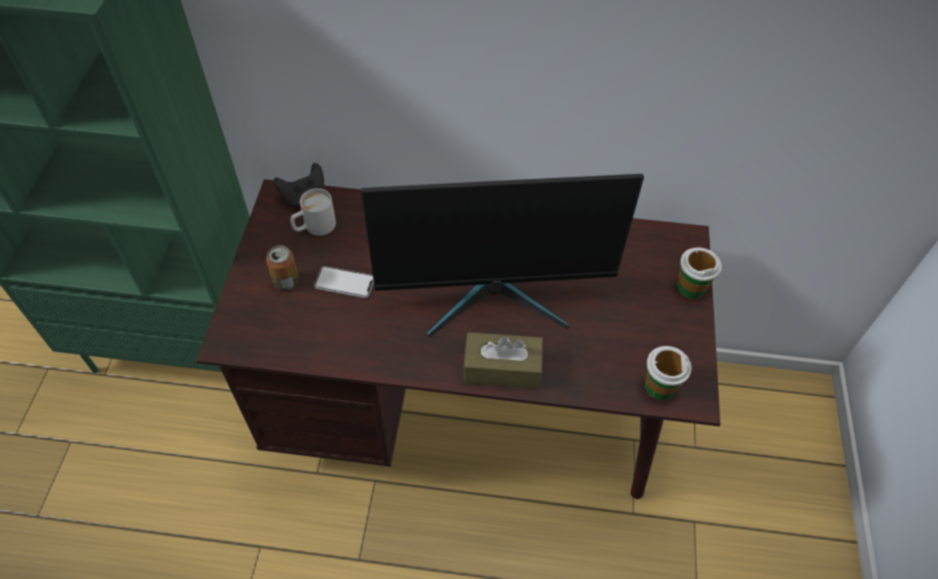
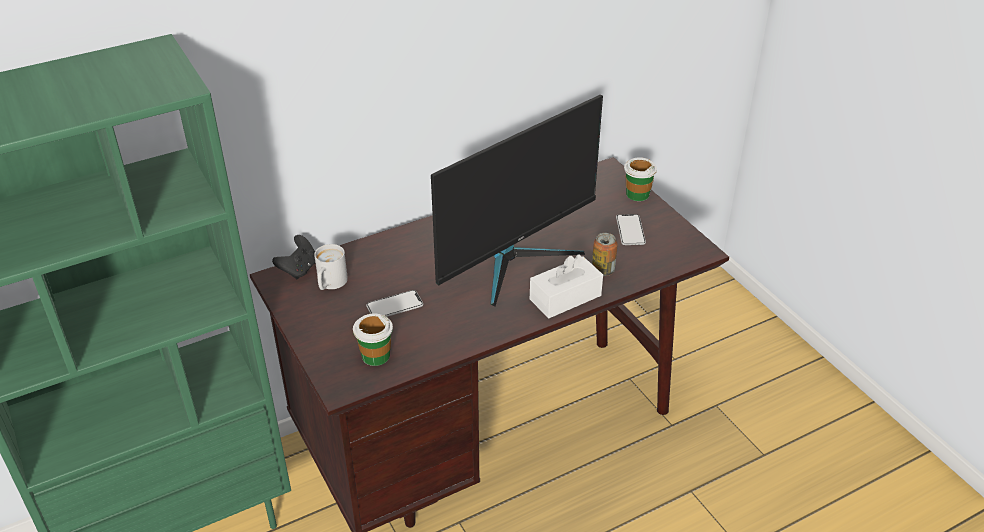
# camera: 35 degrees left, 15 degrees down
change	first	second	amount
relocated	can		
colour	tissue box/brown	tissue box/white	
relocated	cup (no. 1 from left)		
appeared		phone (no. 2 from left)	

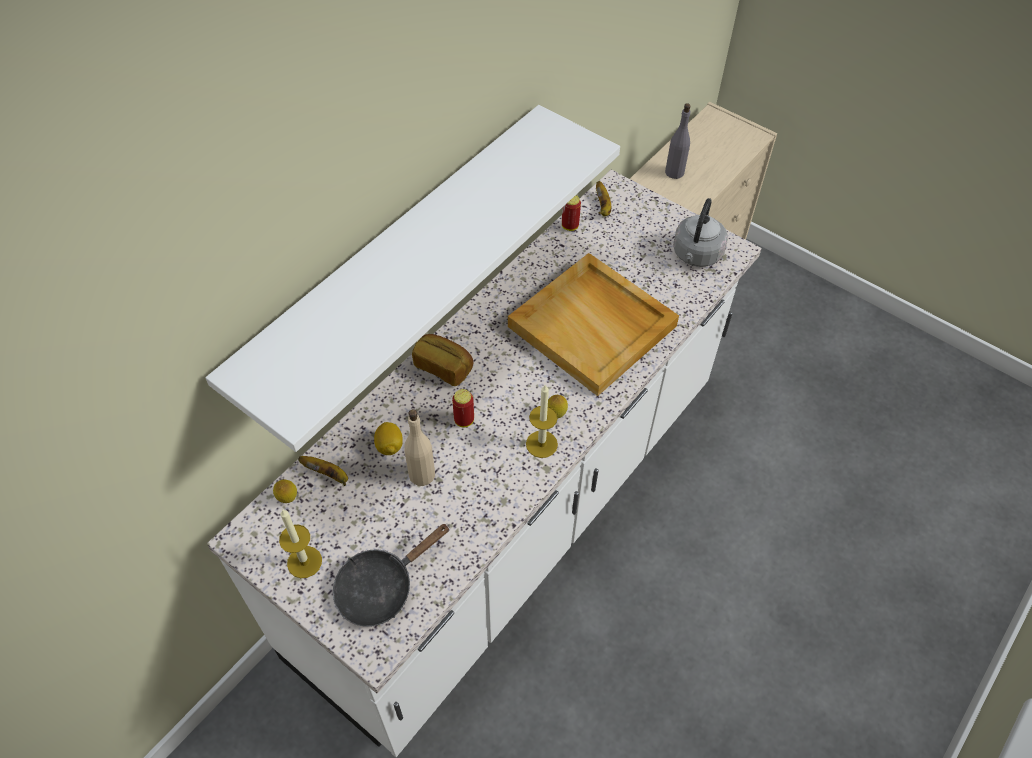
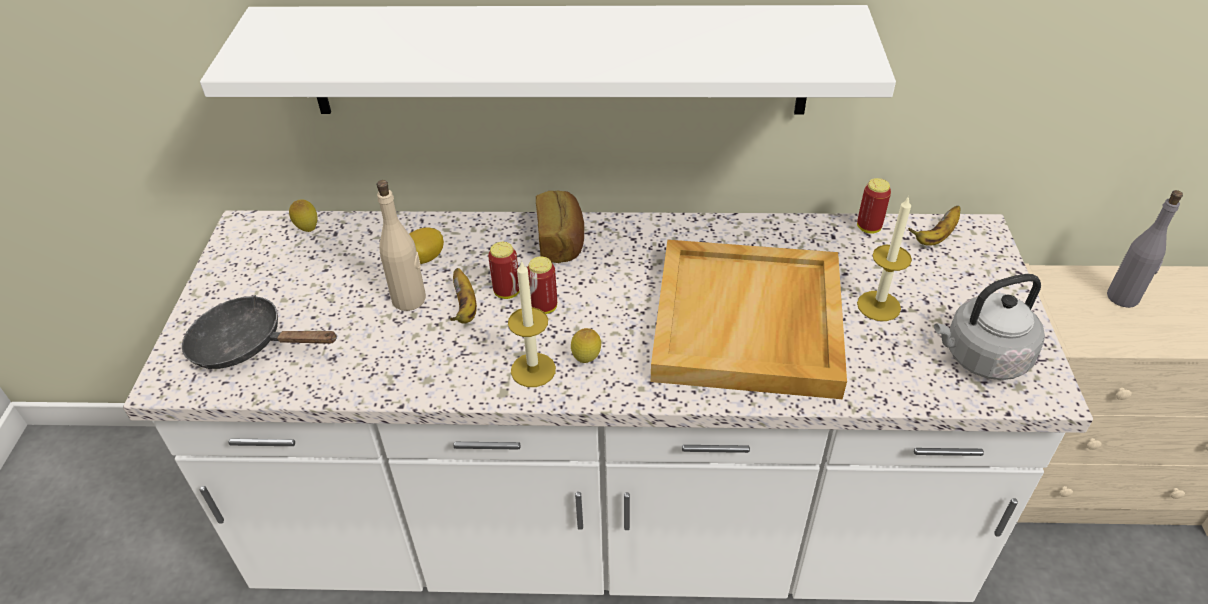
# camera: 55 degrees right, 10 degrees down
change	first	second	amount
relocated	candle (no. 1 from left in the first image)	candle (no. 2 from left)	
relocated	banana (no. 1 from left)		
appeared		can (no. 2 from left)	

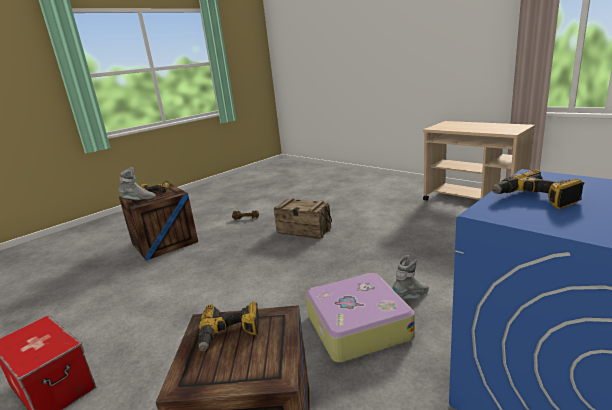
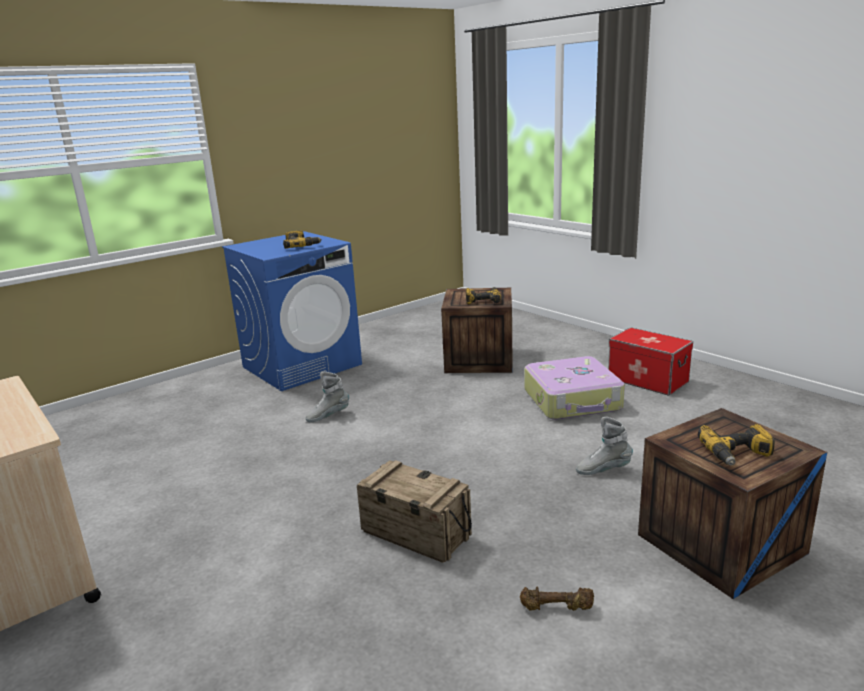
# camera: 175 degrees left, 0 degrees up
change	first	second	amount
relocated	boot/grey (no. 1 from left in the first image)	boot/grey (no. 2 from left)	
relocated	suitcase		

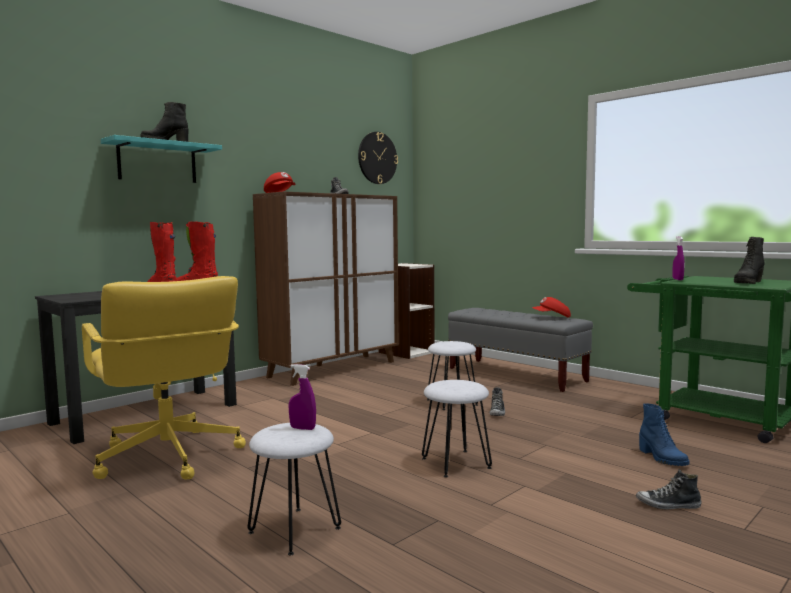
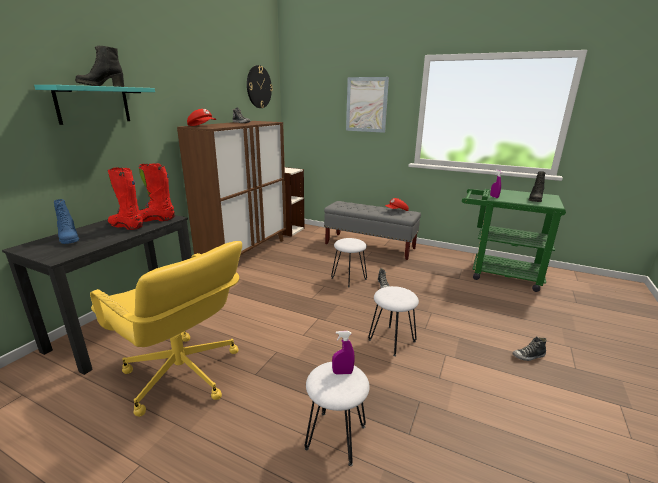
# camera: 20 degrees left, 15 degrees up
change	first	second	amount
relocated	boot/blue		
appeared		picture	

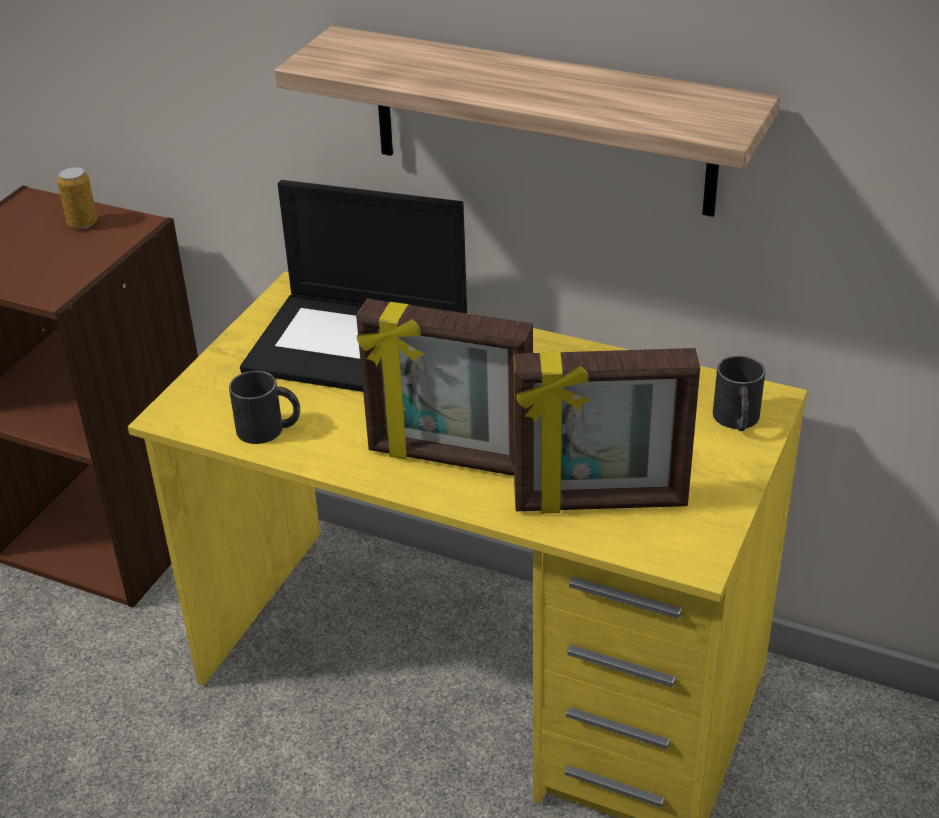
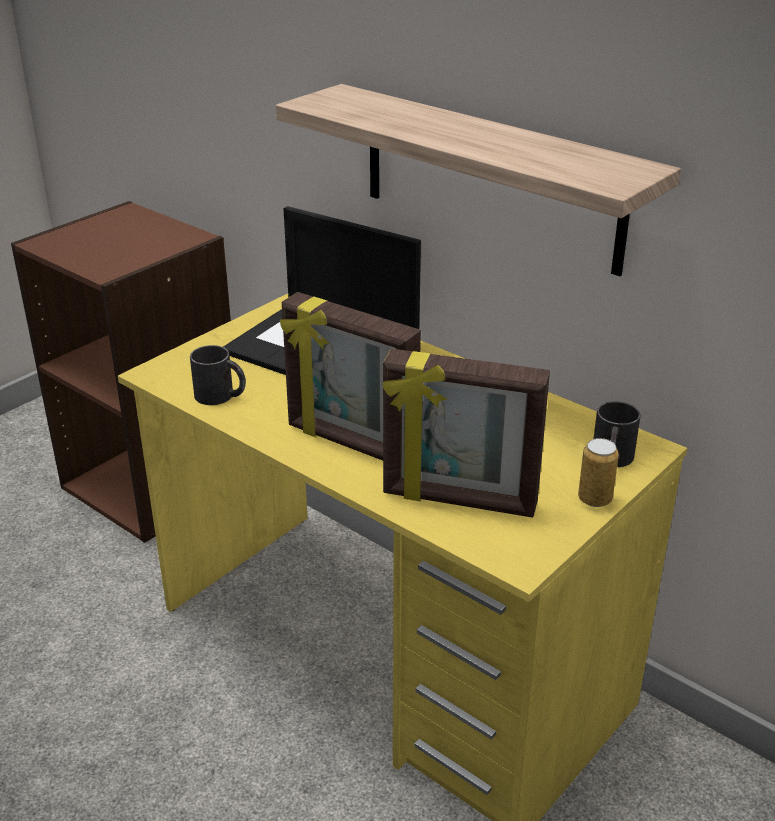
# camera: 15 degrees right, 5 degrees down
change	first	second	amount
relocated	can		

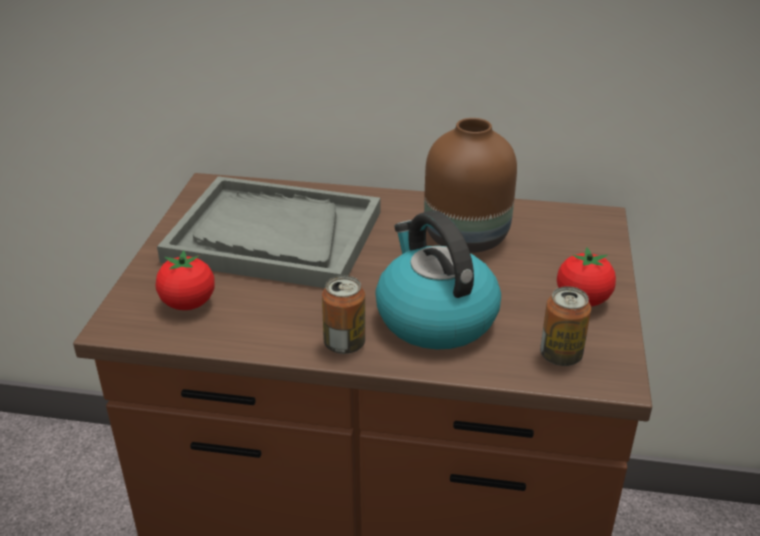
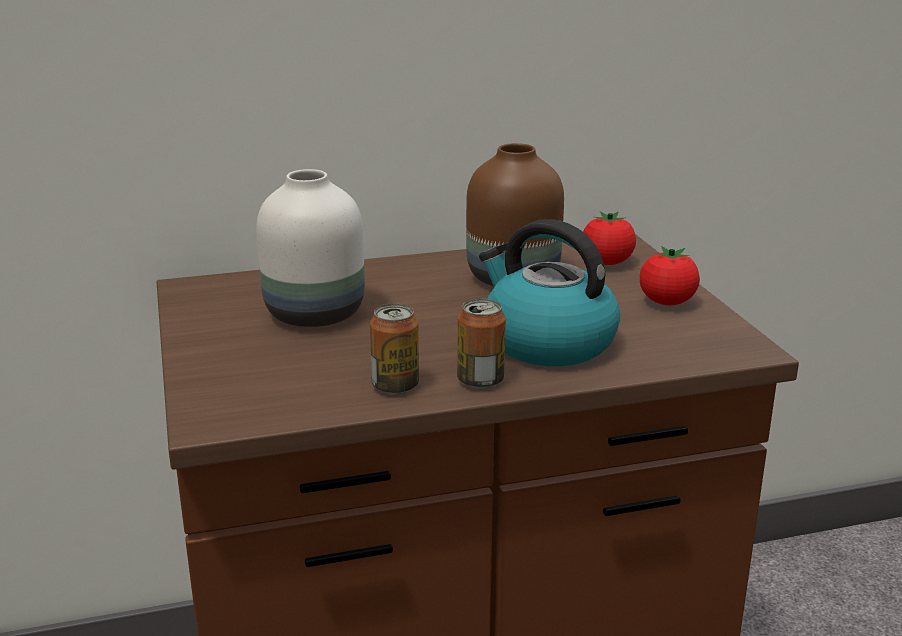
# camera: 25 degrees left, 10 degrees down
change	first	second	amount
relocated	tomato (no. 1 from left)		
exchanged	tray/grey	vase/white	
relocated	can (no. 2 from left in the first image)	can (no. 1 from left)	

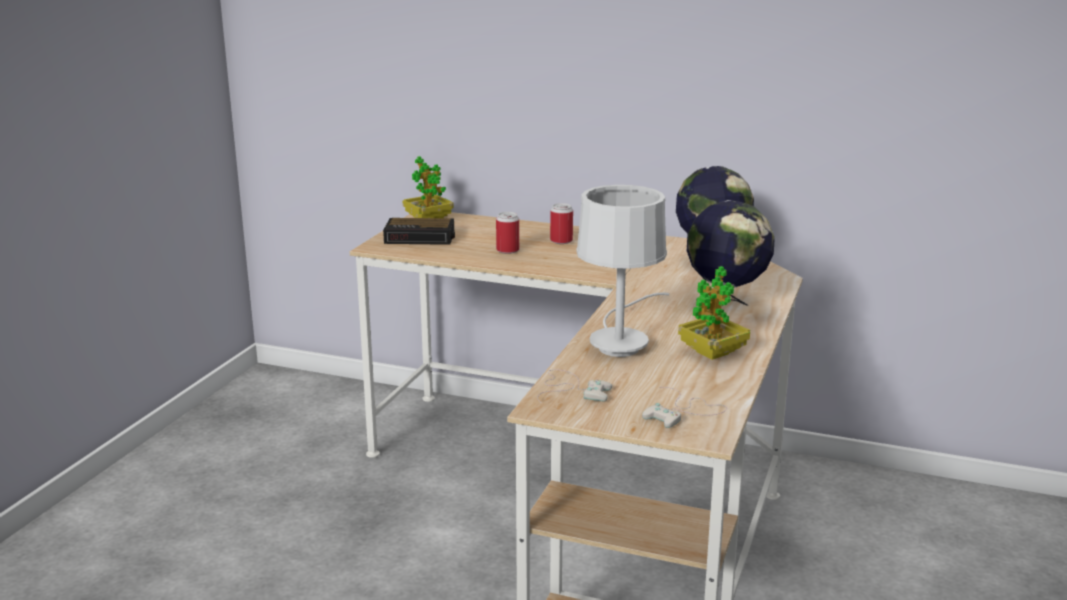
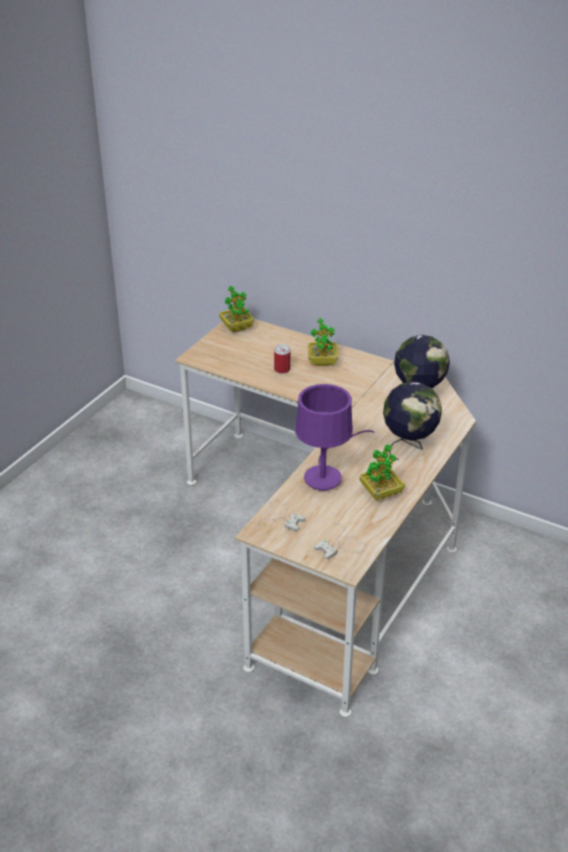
# camera: 10 degrees right, 15 degrees up
change	first	second	amount
missing	alarm clock		
exchanged	can (no. 2 from left)	potted plant (no. 2 from left)	
colour	table lamp/white	table lamp/purple	

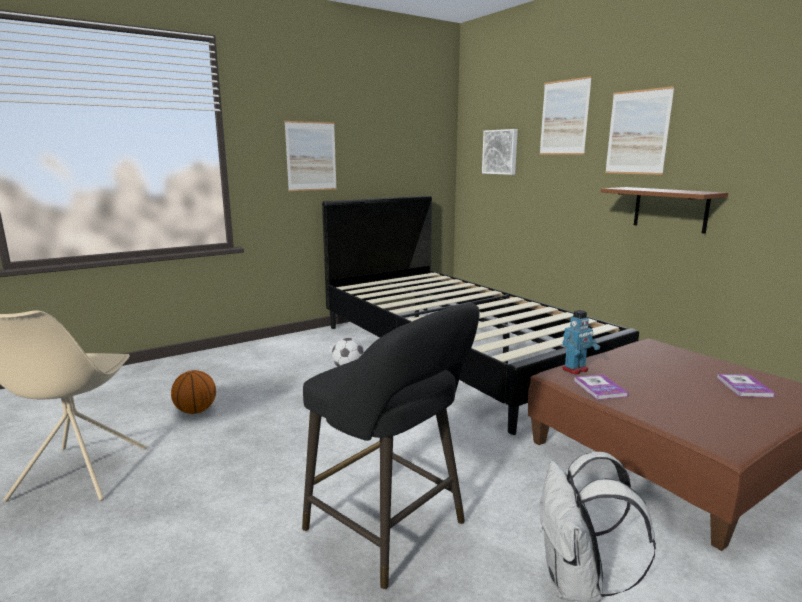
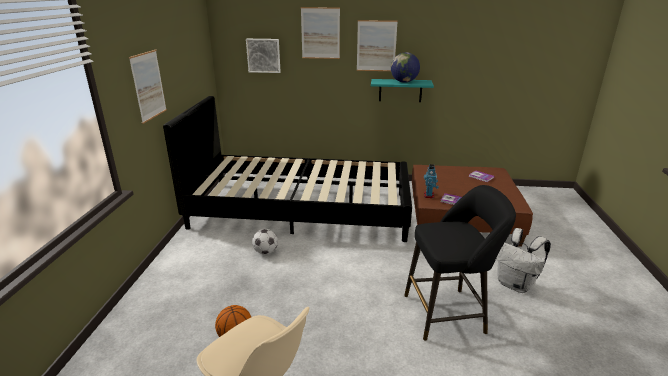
# camera: 50 degrees left, 10 degrees up
change	first	second	amount
colour	shelf/brown	shelf/turquoise	
appeared		globe	

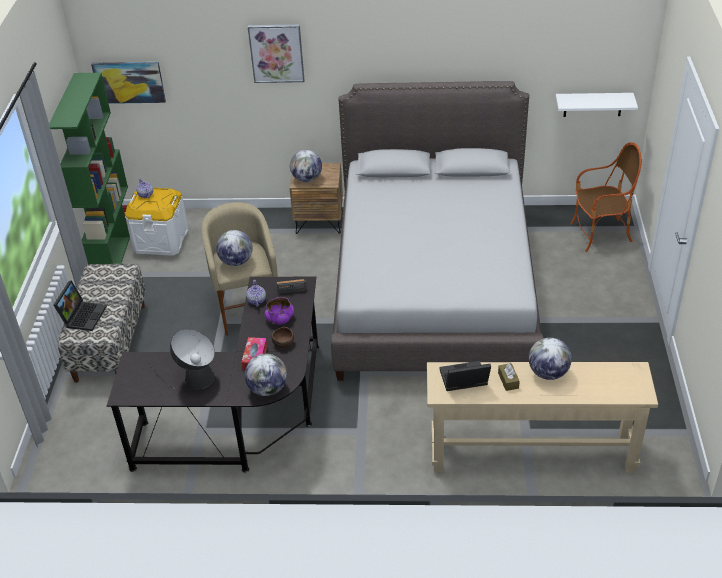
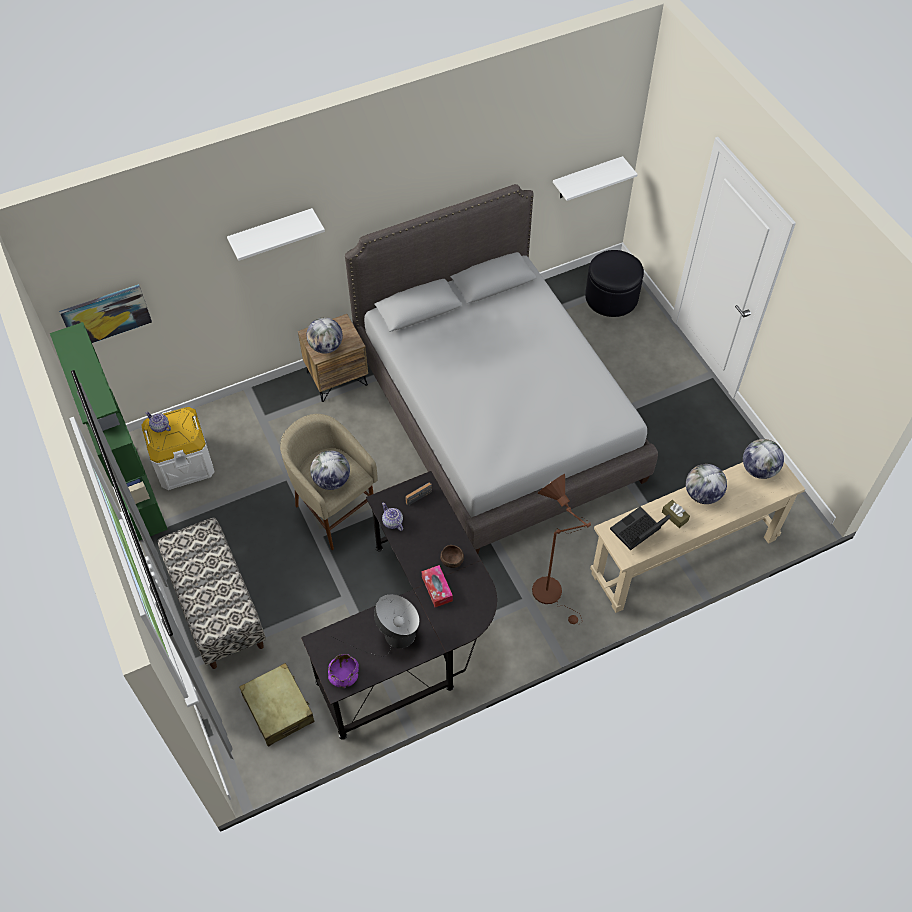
# camera: 30 degrees left, 15 degrees up
change	first	second	amount
missing	laptop (no. 1 from left)		
relocated	globe (no. 2 from left in the first image)	globe (no. 4 from left)	
exchanged	picture (no. 2 from left)	shelf/white (no. 1 from left)	
relocated	bowl/purple		
exchanged	armchair	ottoman/black	
appeared		suitcase/beige	
appeared		floor lamp/brown	

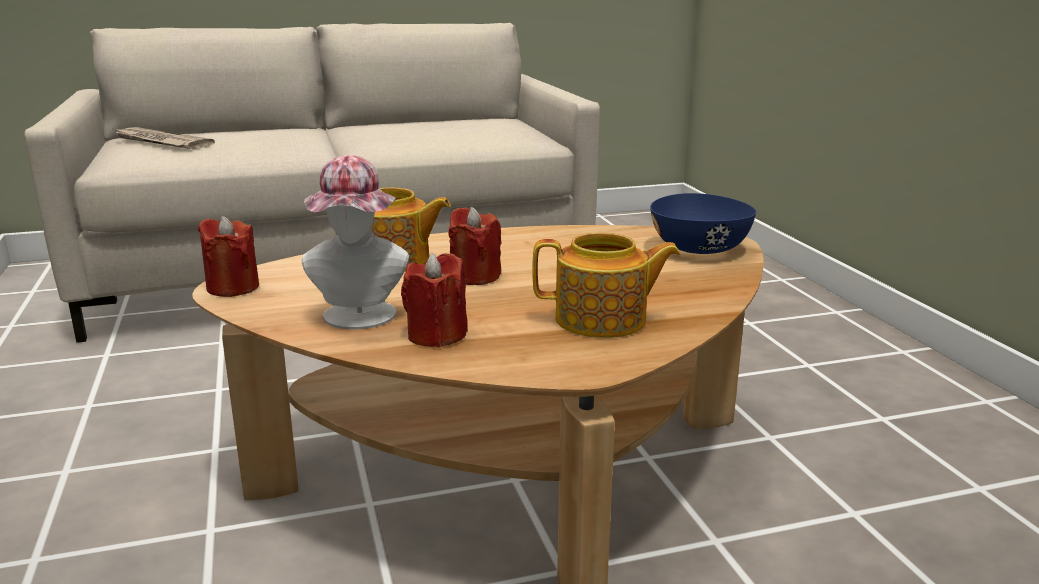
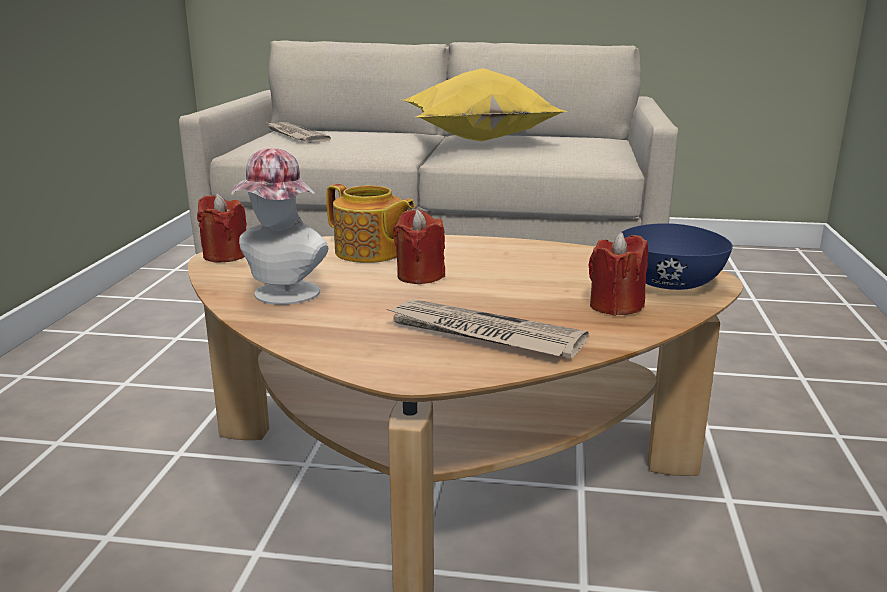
# camera: 25 degrees right, 0 degrees up
change	first	second	amount
relocated	candle/red (no. 2 from left in the first image)	candle/red (no. 3 from left)	
exchanged	teapot (no. 2 from left)	newspaper (no. 2 from left)	
appeared		pillow/yellow	

